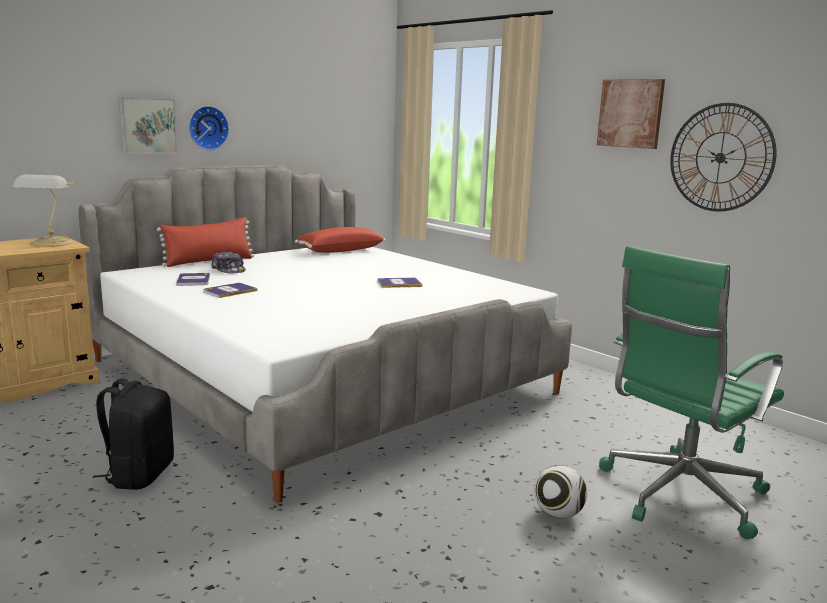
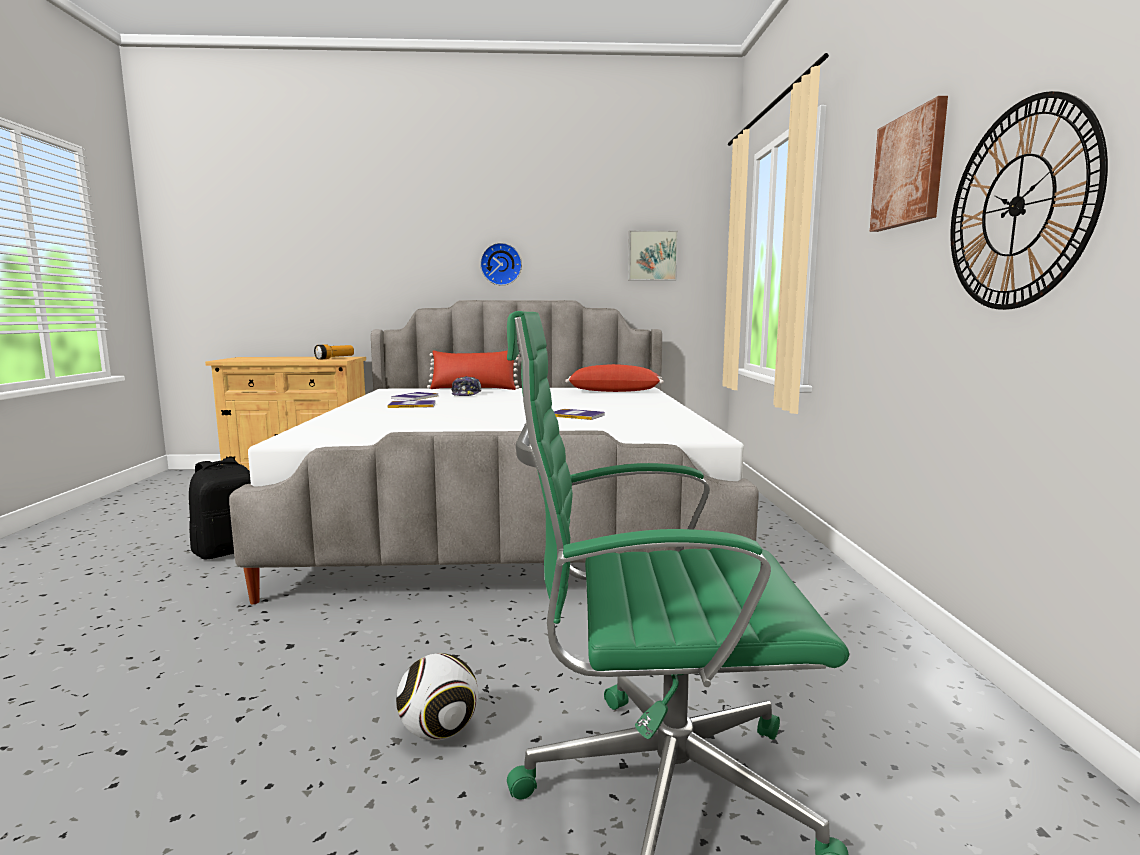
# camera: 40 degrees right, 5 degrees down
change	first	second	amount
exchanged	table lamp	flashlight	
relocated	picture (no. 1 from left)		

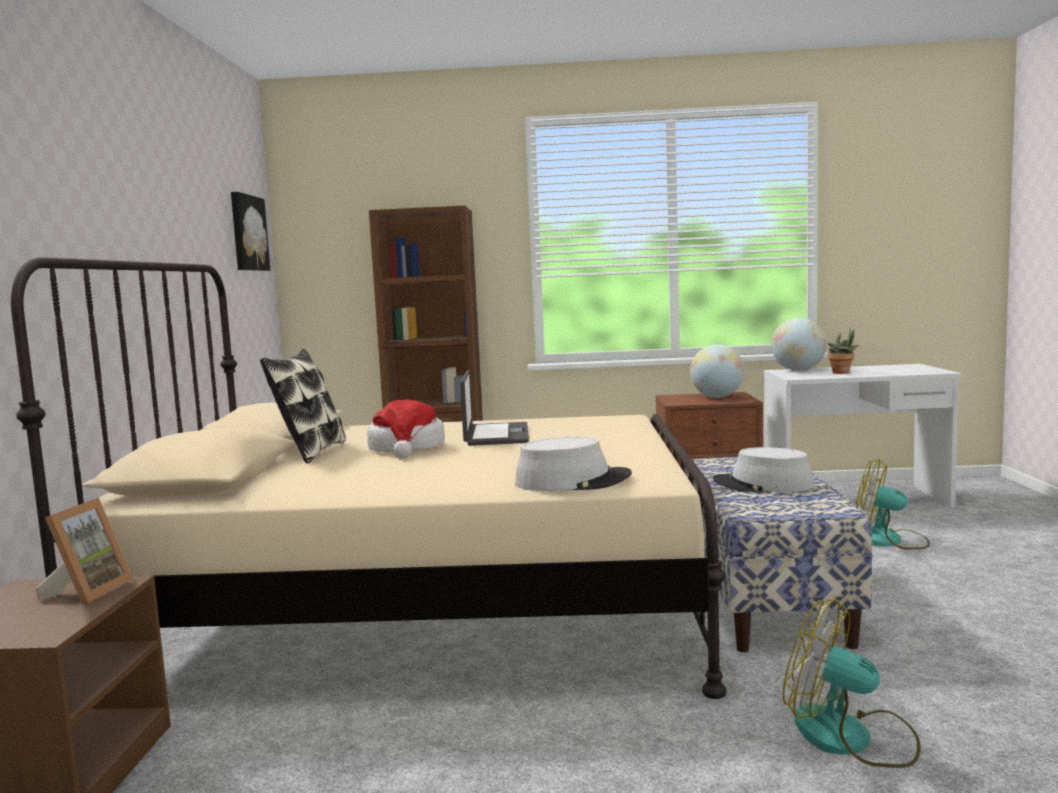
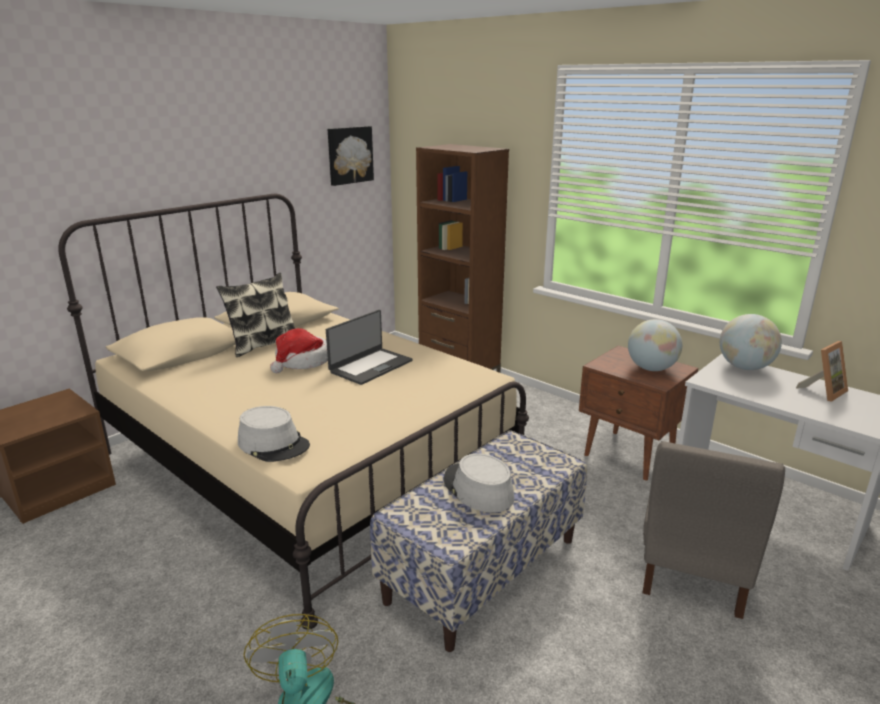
# camera: 40 degrees right, 15 degrees up
change	first	second	amount
relocated	picture frame		
missing	potted plant		
exchanged	fan (no. 2 from left)	chair/grey	

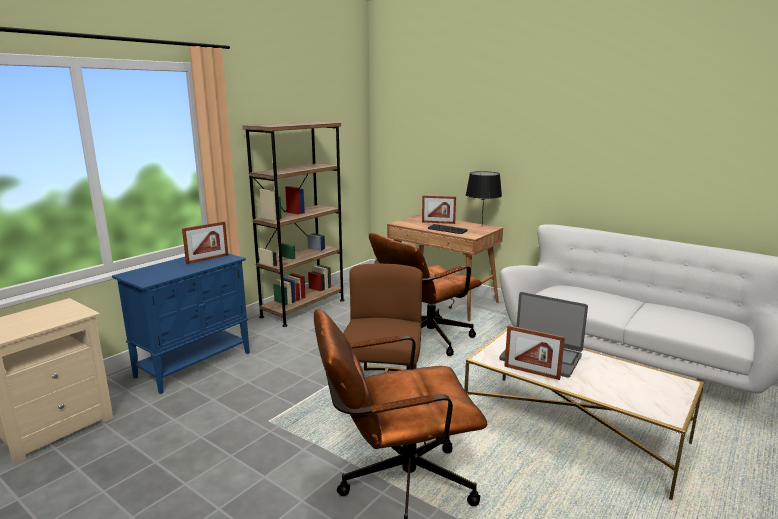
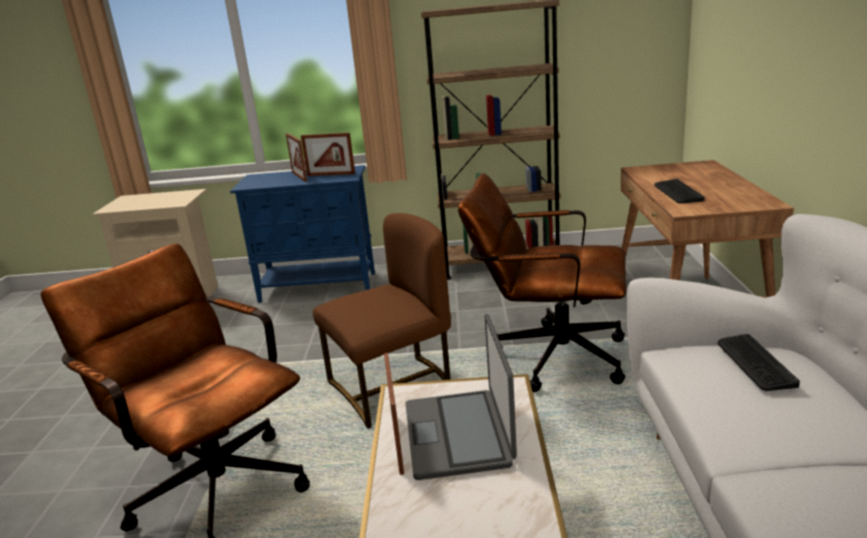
# camera: 55 degrees right, 5 degrees up
change	first	second	amount
relocated	picture frame (no. 2 from left in the first image)	picture frame (no. 1 from left)	
missing	table lamp/black		
appeared		keyboard (no. 2 from left)	

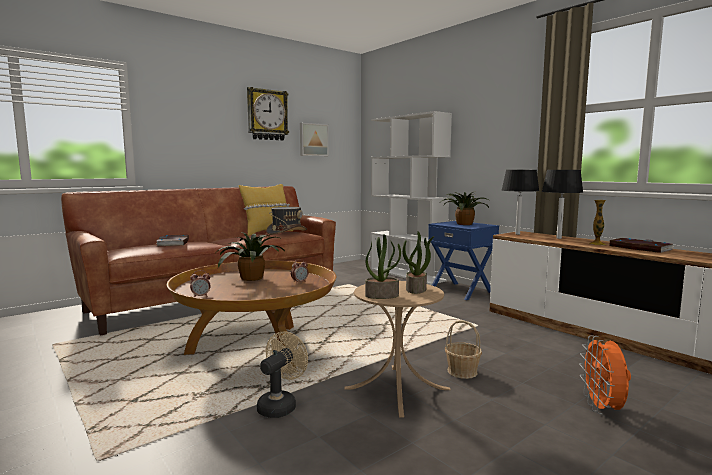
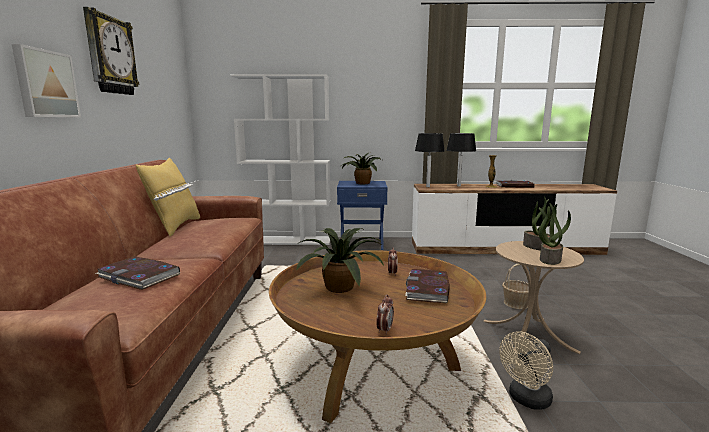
# camera: 50 degrees left, 5 degrees up
change	first	second	amount
spun	fan/beige		105 degrees counterclockwise
missing	hat/grey		
relocated	picture		
missing	fan/orange		
appeared		book (no. 2 from left)	

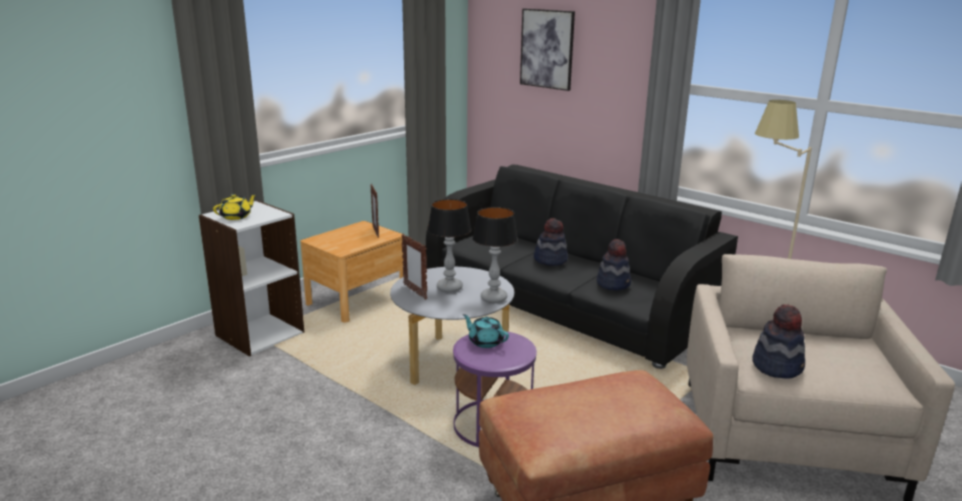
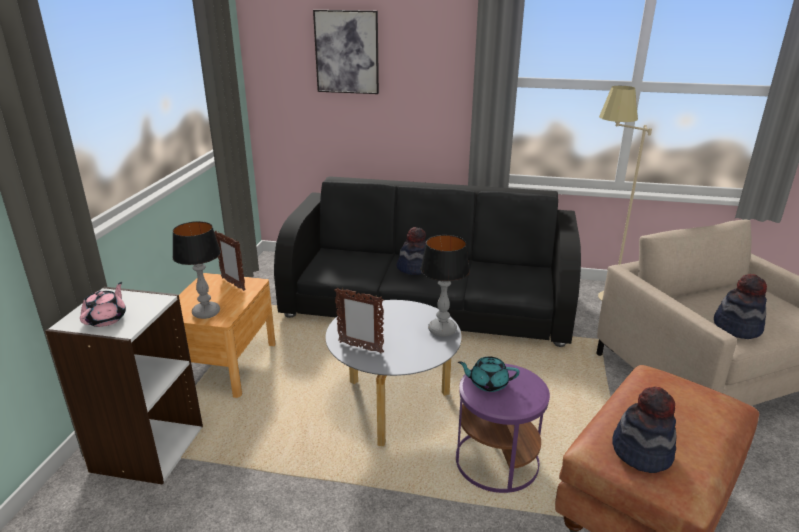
# camera: 30 degrees left, 5 degrees up
change	first	second	amount
colour	teapot/yellow	teapot/pink	
relocated	table lamp (no. 1 from left)		
relocated	hat (no. 2 from left)		

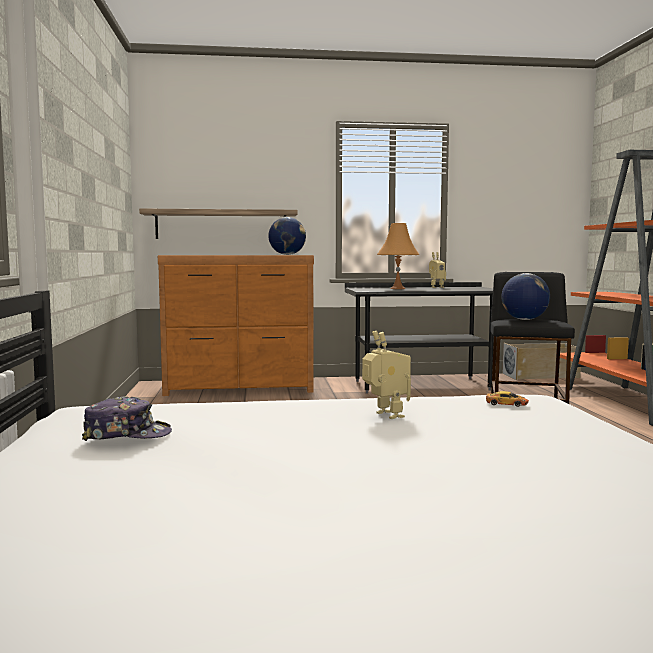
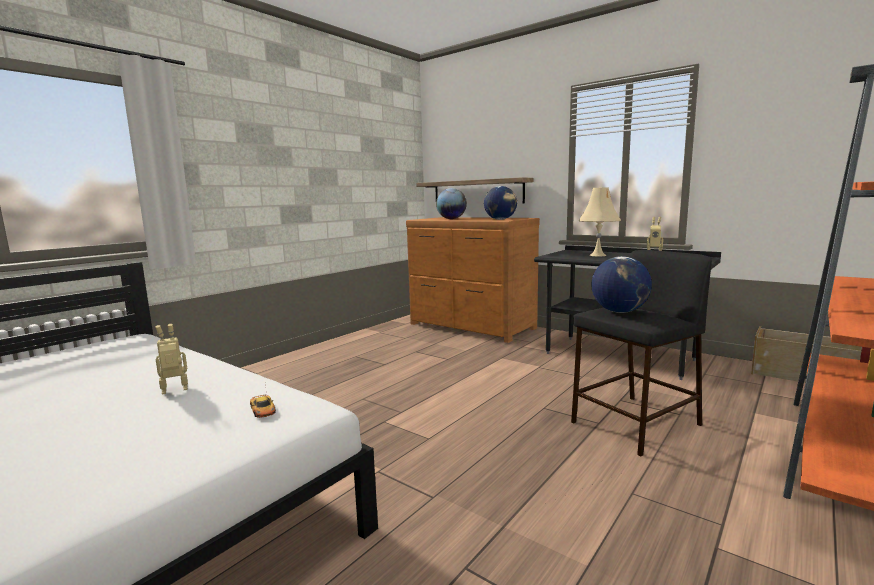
# camera: 45 degrees right, 5 degrees up
change	first	second	amount
missing	cap		
spun	toy robot (no. 1 from left)		135 degrees counterclockwise
colour	table lamp/orange	table lamp/beige	
appeared		globe (no. 1 from left)	

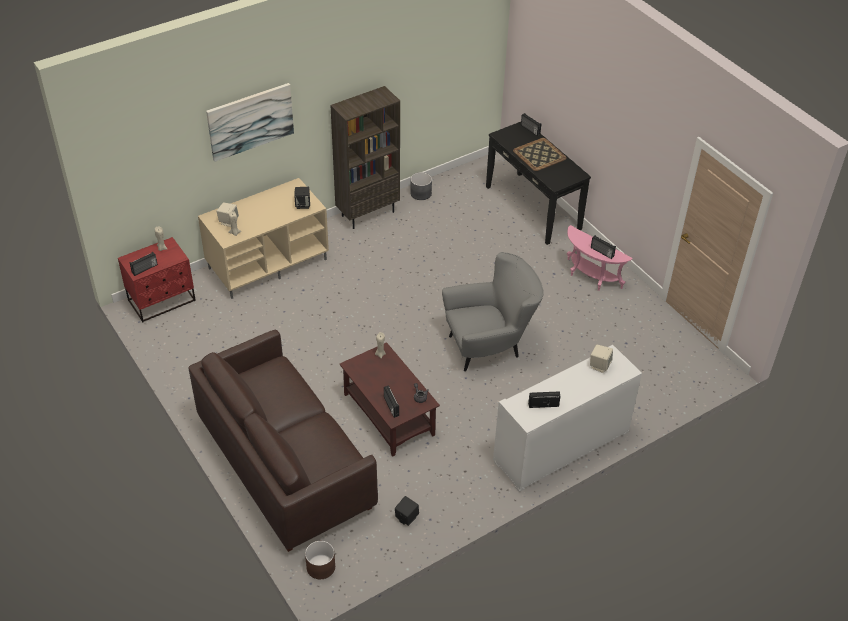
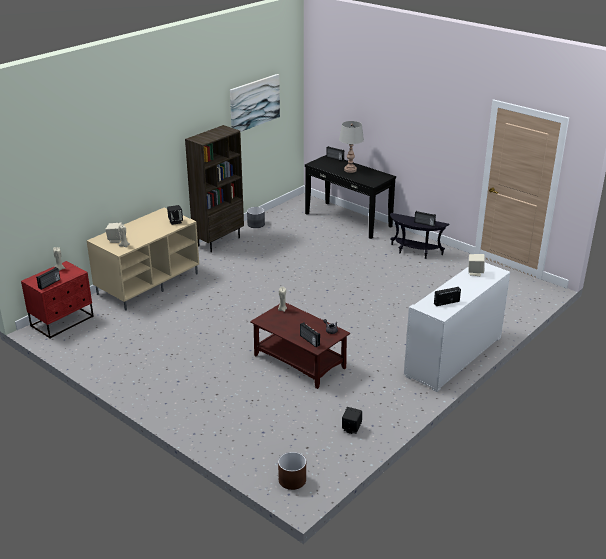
# camera: 15 degrees left, 15 degrees down
change	first	second	amount
missing	sofa/brown		
relocated	picture		
missing	armchair/grey		
exchanged	tray	table lamp/grey	
colour	side table/pink	side table/black	

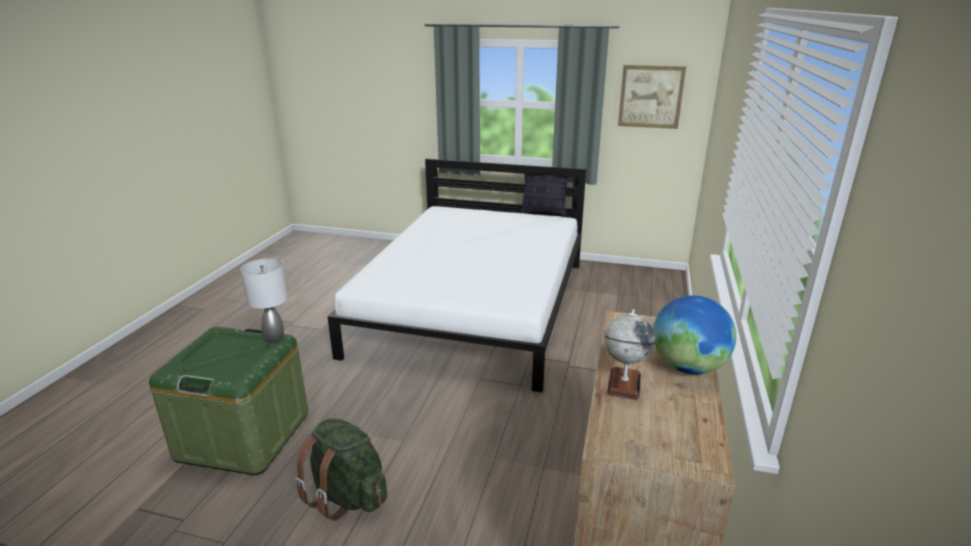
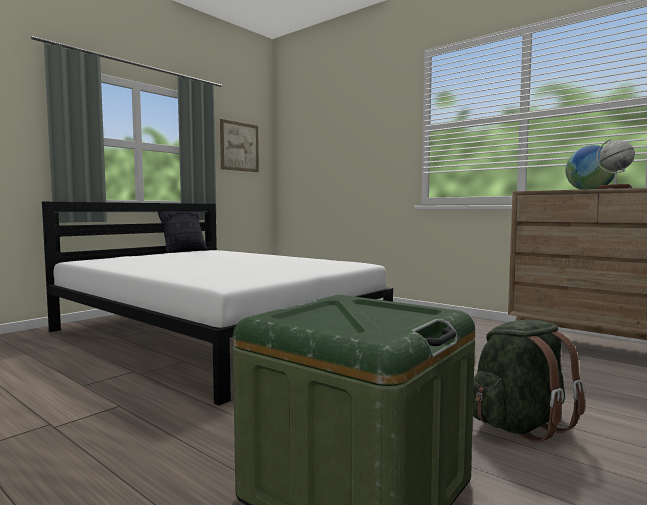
# camera: 65 degrees left, 20 degrees down
change	first	second	amount
missing	table lamp/grey		

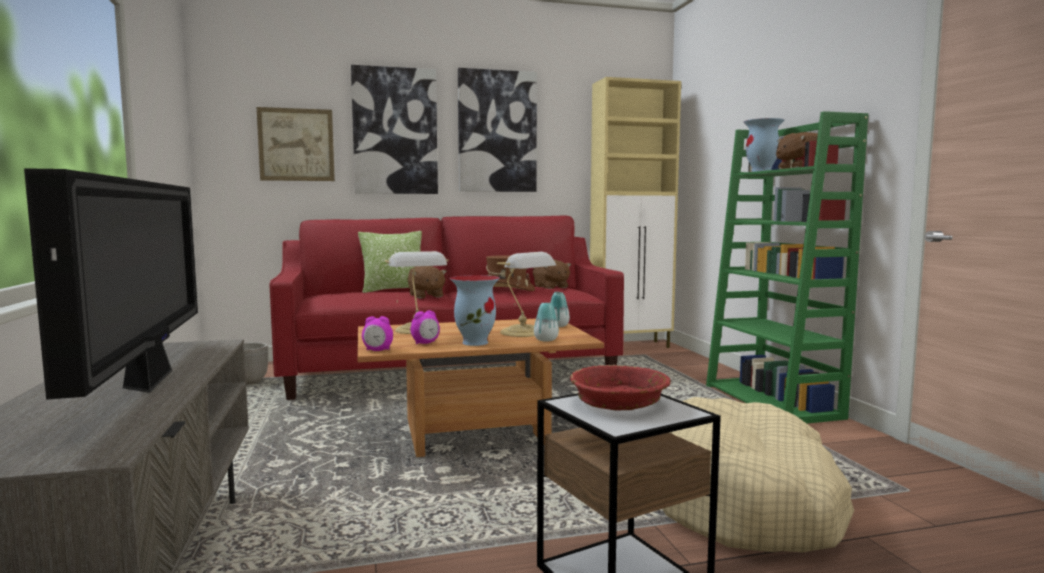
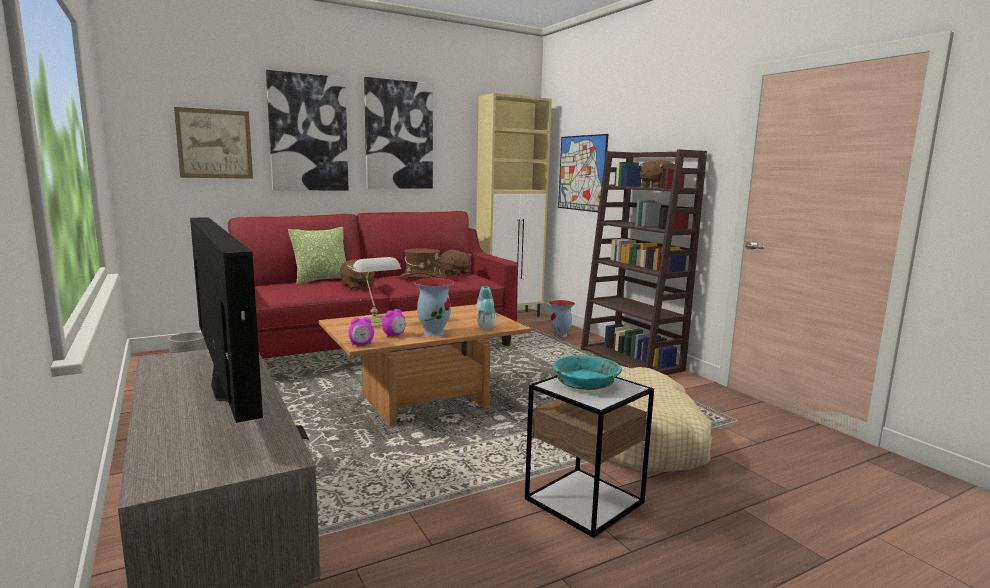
# camera: 15 degrees left, 5 degrees up
change	first	second	amount
missing	table lamp (no. 2 from left)		
colour	bowl/red	bowl/turquoise	
colour	bookcase/green	bookcase/brown	
relocated	vase (no. 4 from left)		
appeared		picture (no. 4 from left)	

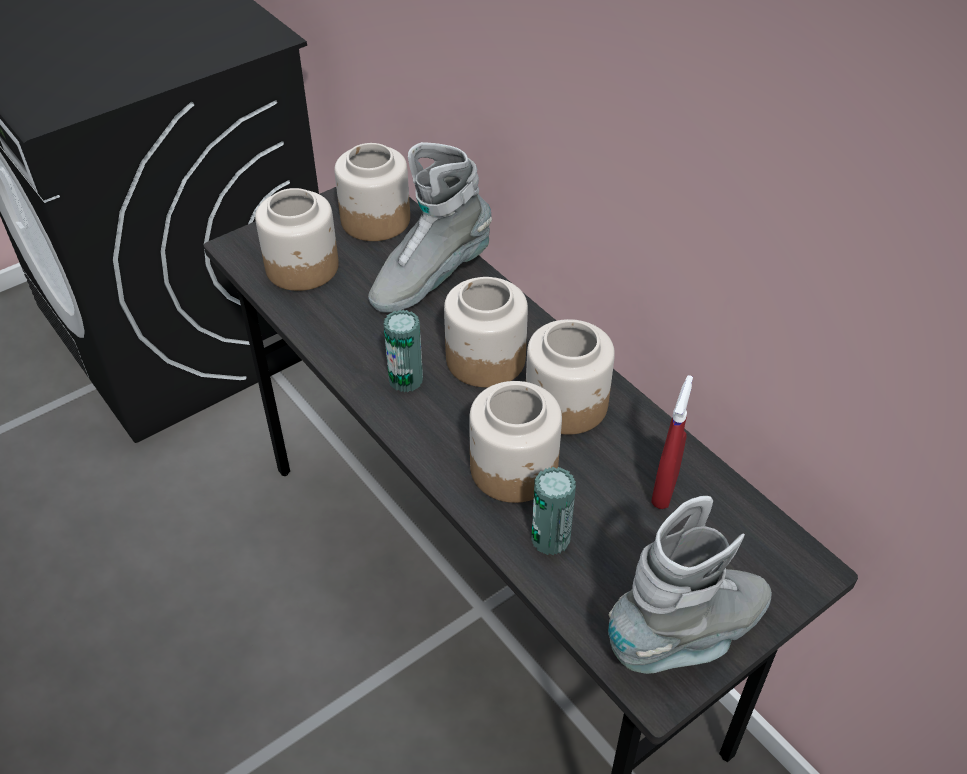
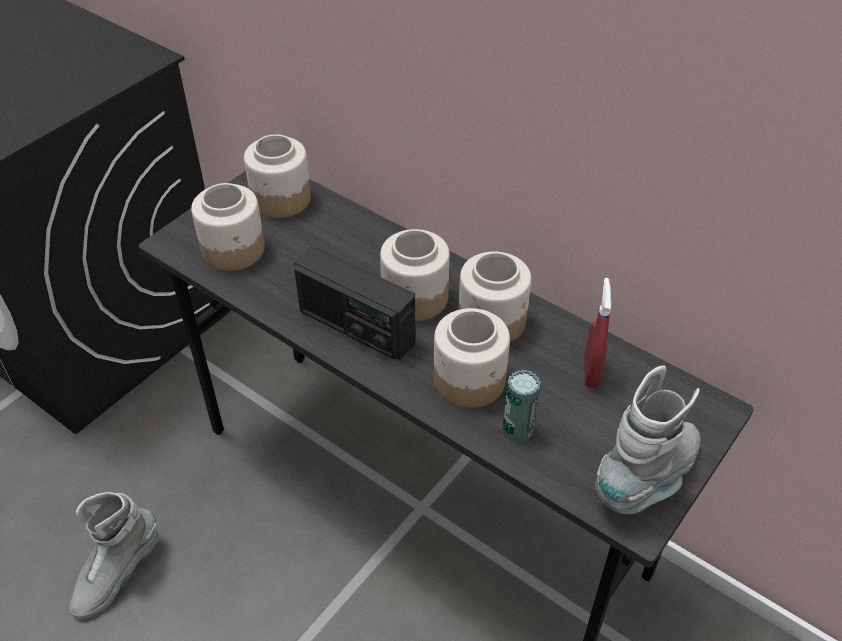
# camera: 15 degrees left, 0 degrees up
change	first	second	amount
relocated	boot/grey (no. 1 from left)		
exchanged	can (no. 1 from left)	radio	

